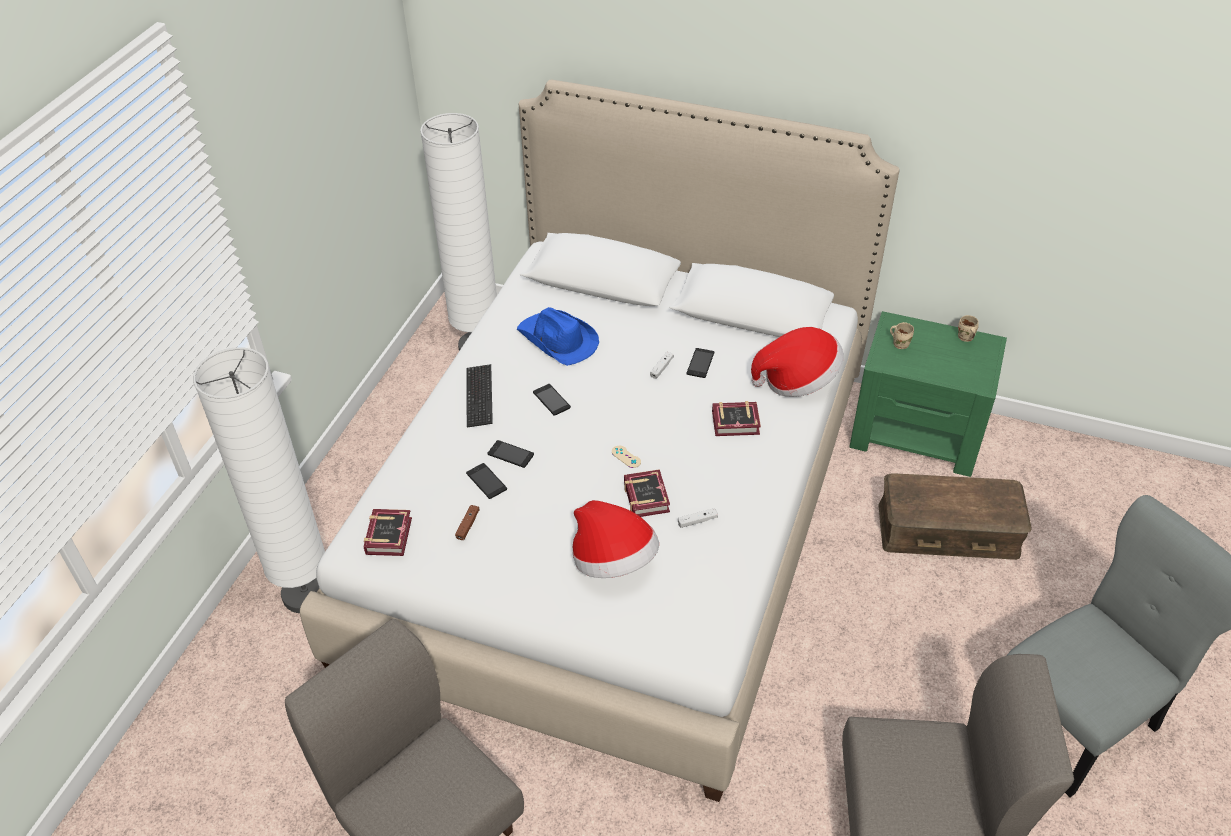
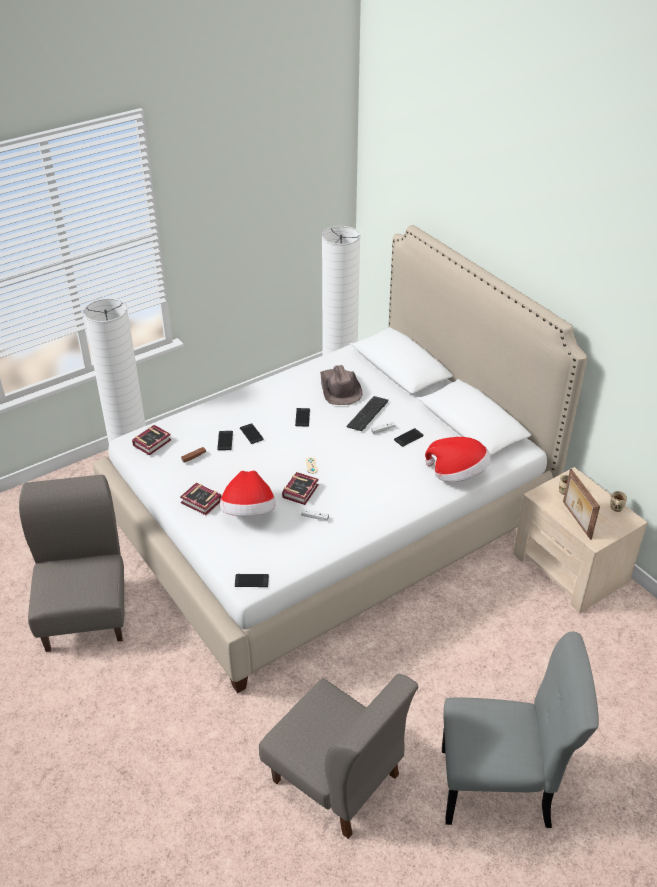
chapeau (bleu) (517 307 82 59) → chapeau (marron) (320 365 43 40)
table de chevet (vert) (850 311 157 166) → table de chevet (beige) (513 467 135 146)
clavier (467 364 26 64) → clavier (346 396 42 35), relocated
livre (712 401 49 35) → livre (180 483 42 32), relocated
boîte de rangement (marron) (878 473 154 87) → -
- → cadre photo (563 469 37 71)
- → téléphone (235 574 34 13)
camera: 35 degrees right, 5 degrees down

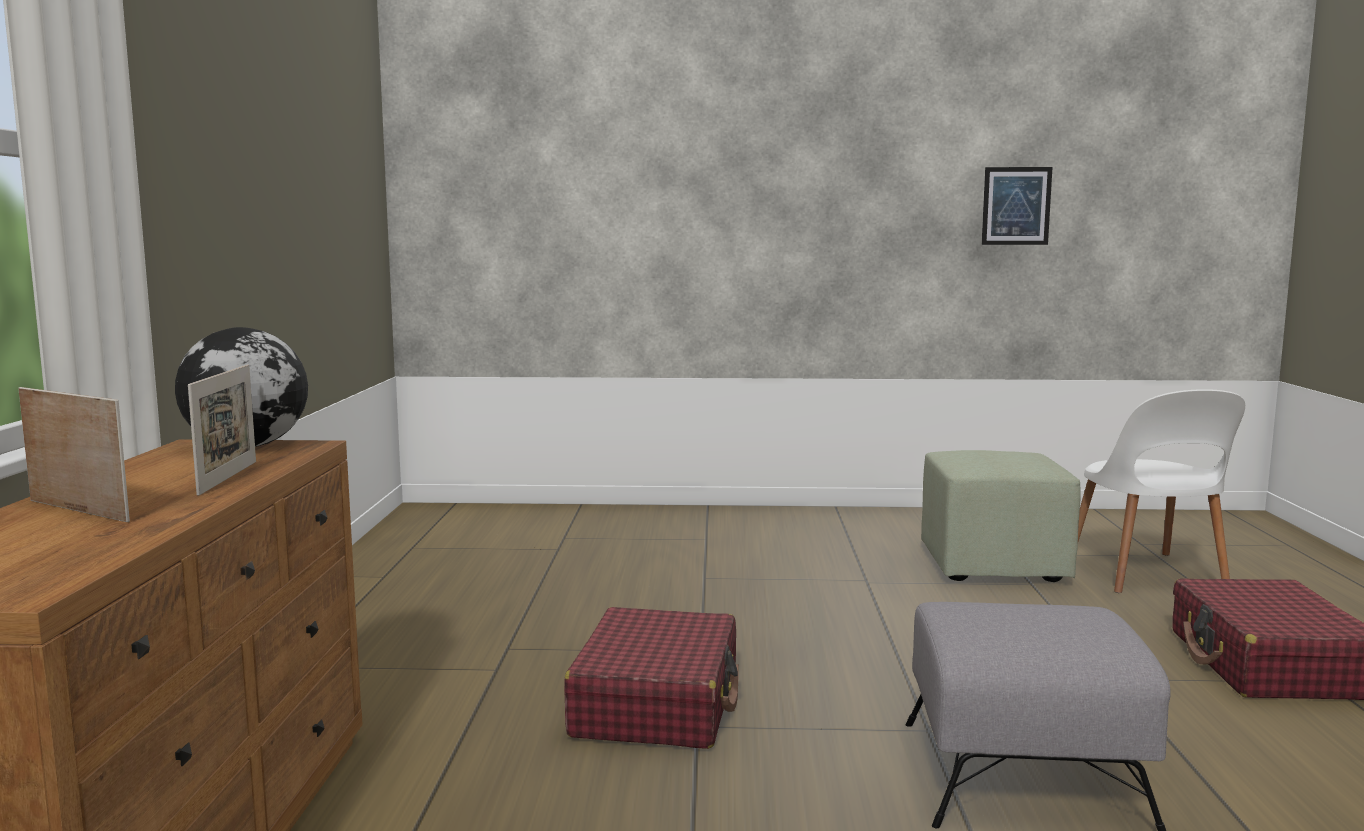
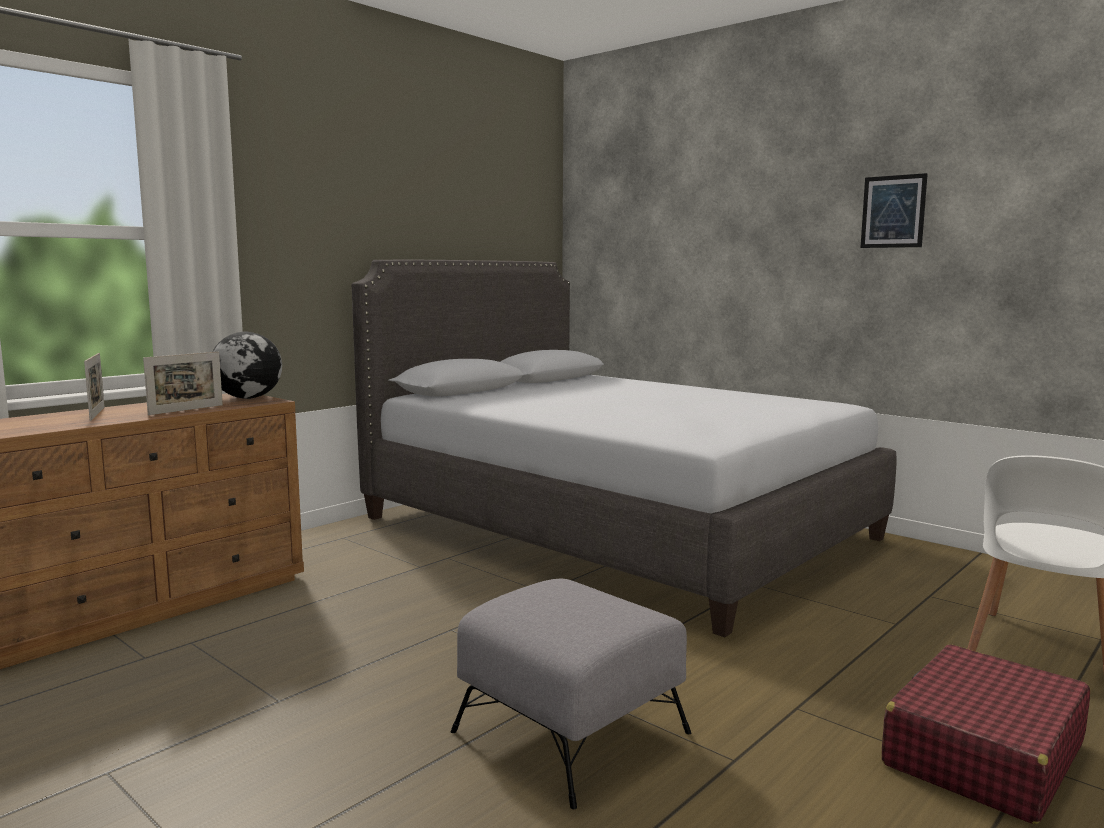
tableau (982 167 70 78) → tableau (861 173 67 75), relocated
pouf (vert) (921 450 160 132) → -
valise (rouge) (564 607 175 142) → -
- → lit (gris) (352 260 545 377)
camera: 40 degrees right, 0 degrees up

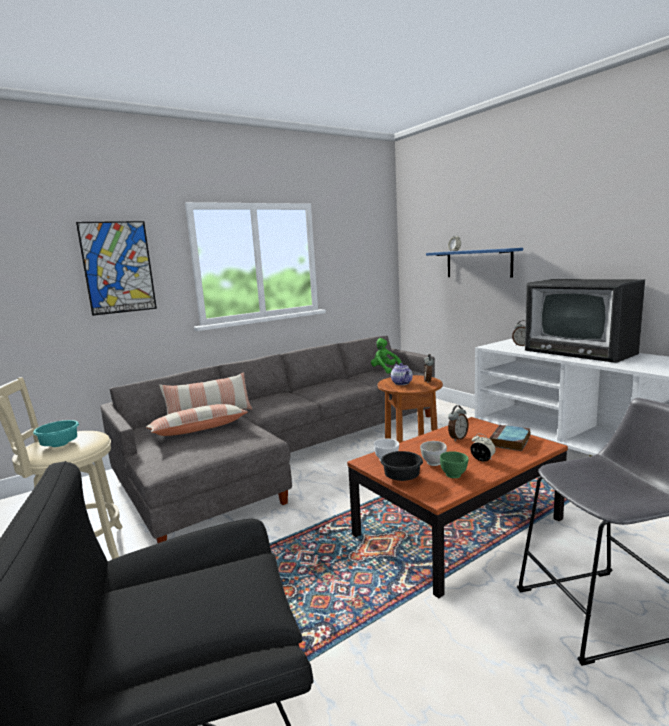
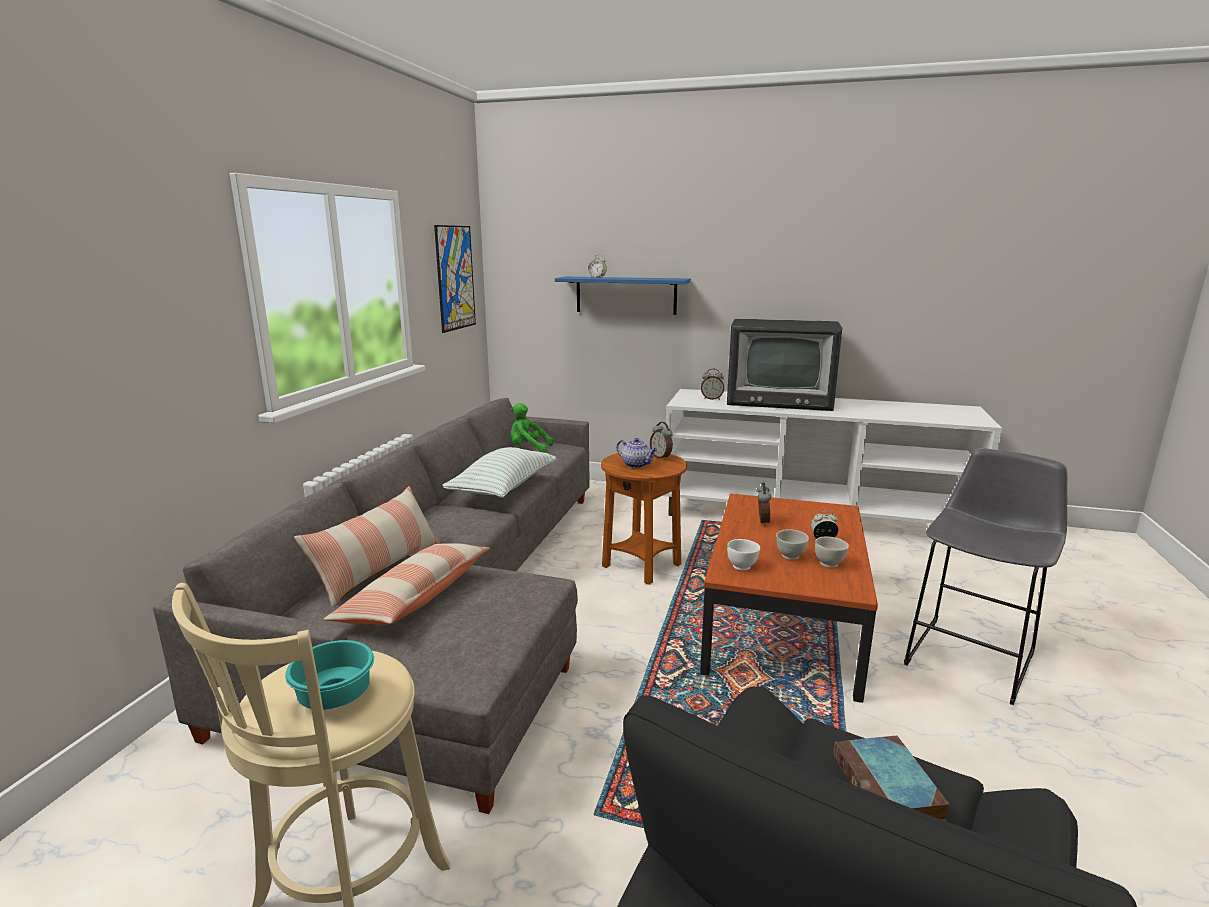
tableau (76 221 81 95) → tableau (434 225 42 108), relocated
livre (489 425 42 26) → livre (834 736 115 85), relocated
bol (noir) (381 451 42 30) → -
bol (vert) (440 451 29 27) → bol (blanc) (815 537 34 31)
- → coussin (442 447 115 51)
camera: 40 degrees left, 5 degrees up

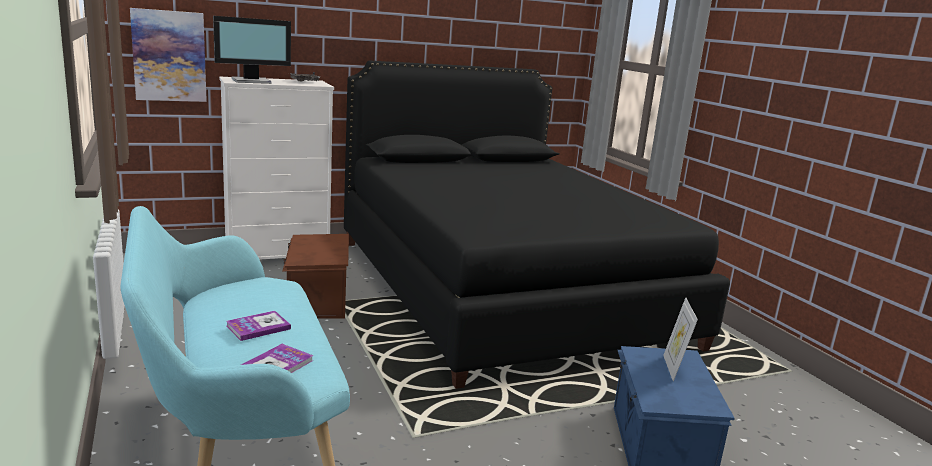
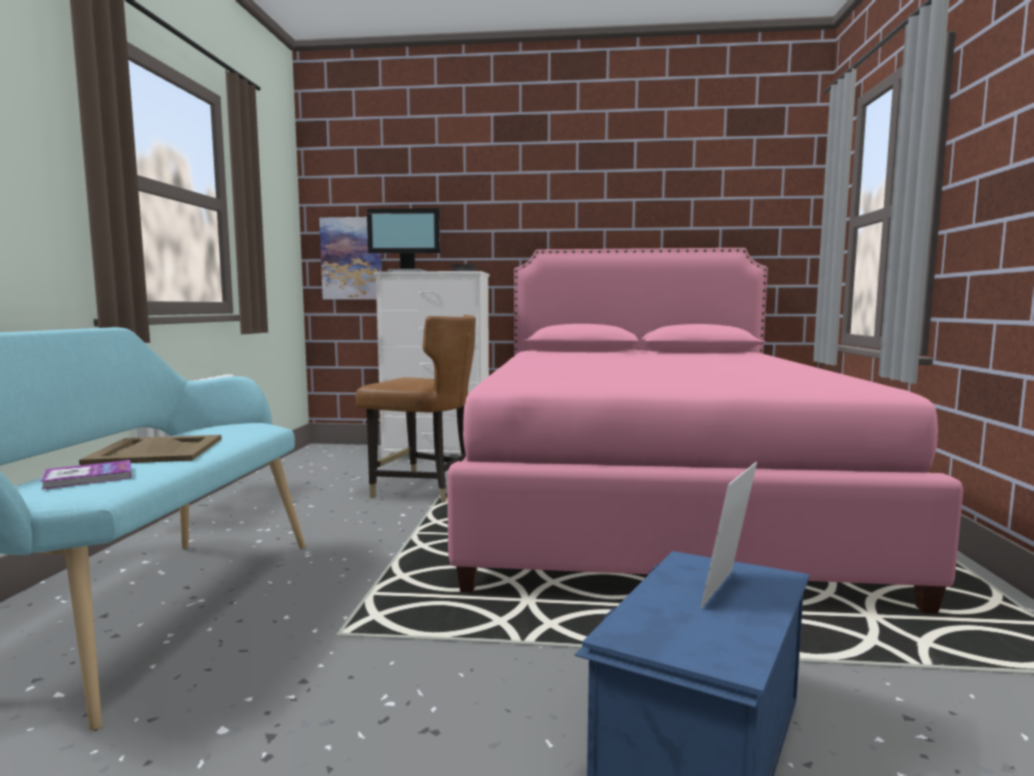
lit (noir) (344 61 386 328) → lit (rose) (447 248 516 365)
boîte de rangement (marron) (282 234 67 85) → chaise (marron) (356 315 120 187)
livre (226 311 65 30) → plateau (beige) (79 435 142 30)
camera: 30 degrees right, 10 degrees down

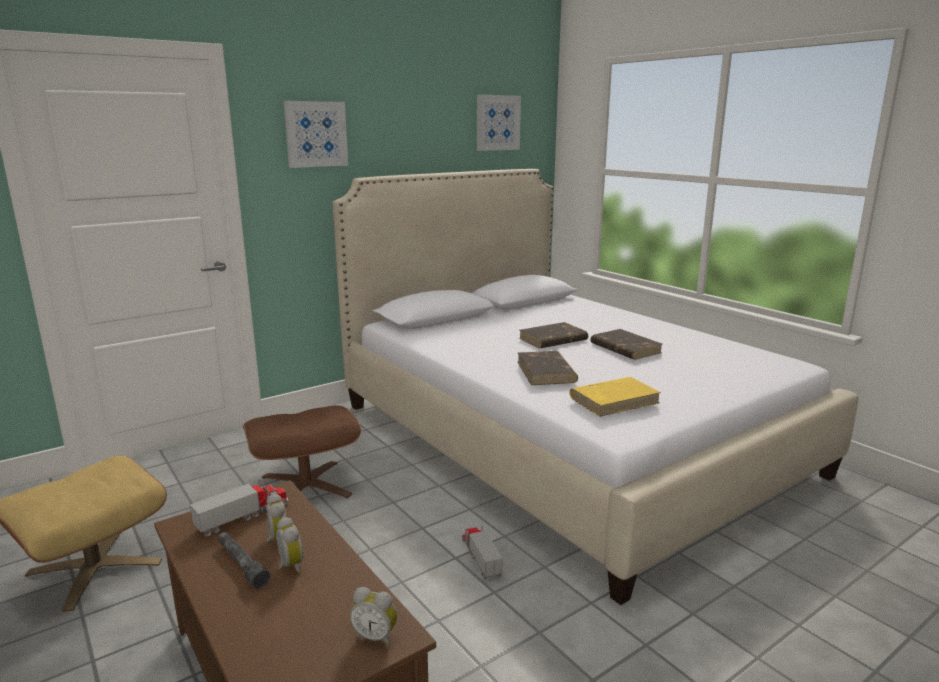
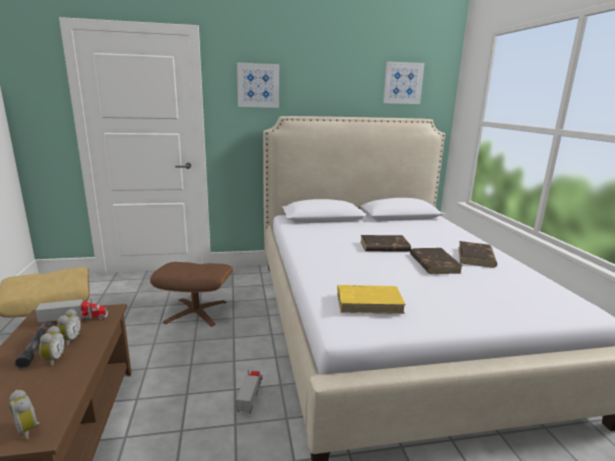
livre (marron) (518 351 60 34) → livre (marron) (458 241 39 27), relocated
camera: 25 degrees right, 0 degrees up

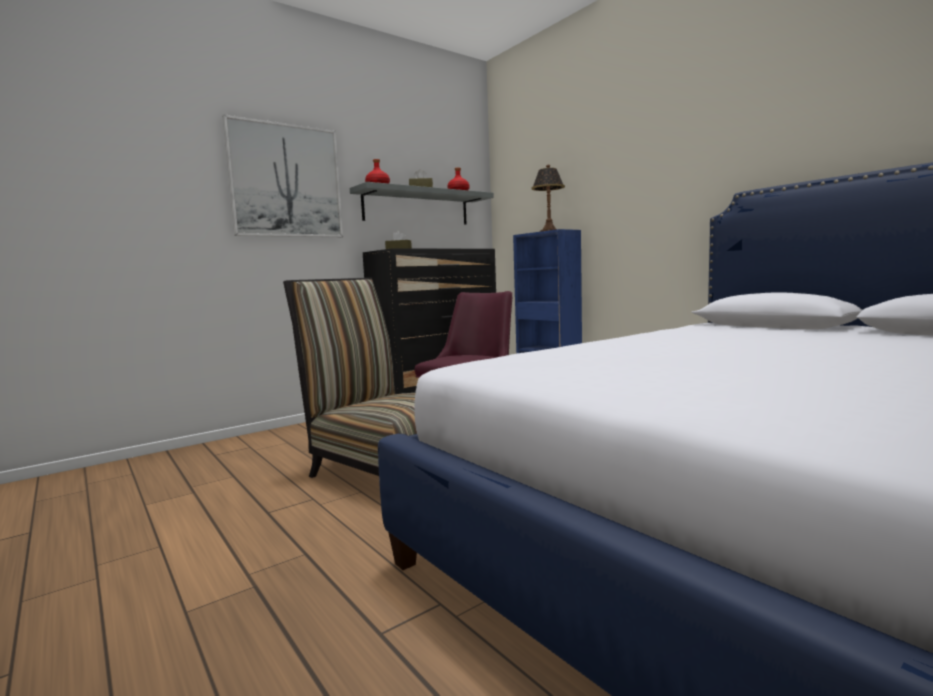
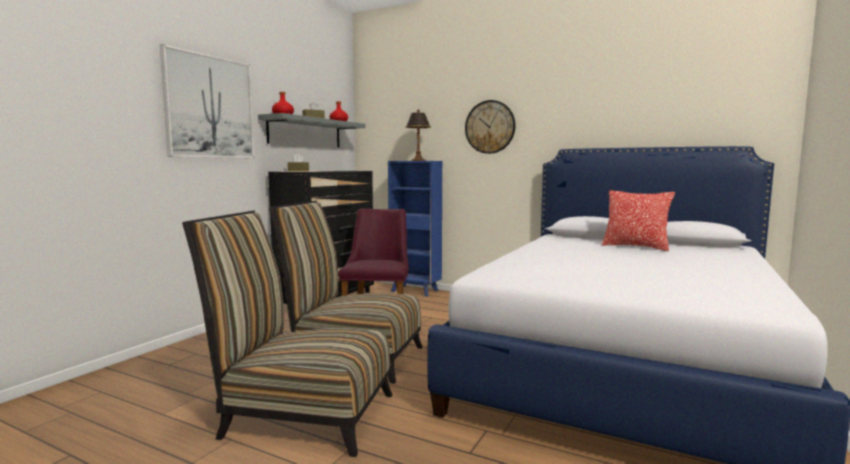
- → horloge murale (465 100 51 54)
- → coussin (602 190 73 61)
- → chaise (182 211 210 246)
camera: 25 degrees left, 0 degrees up

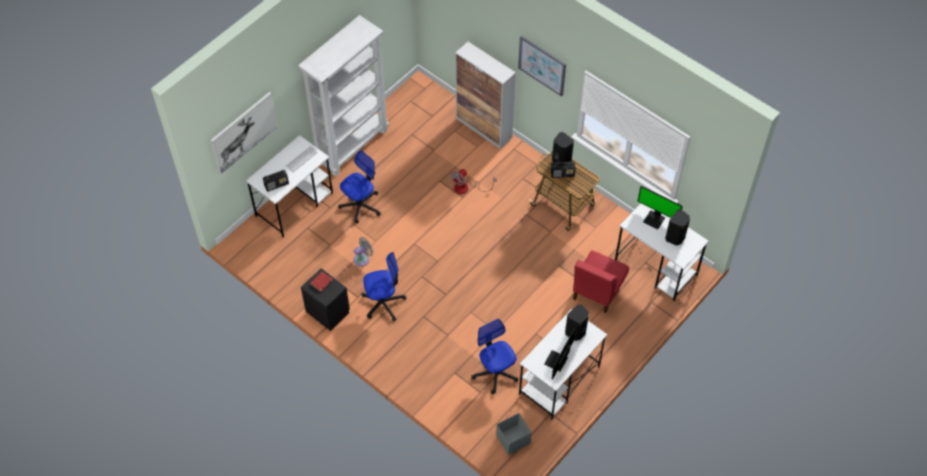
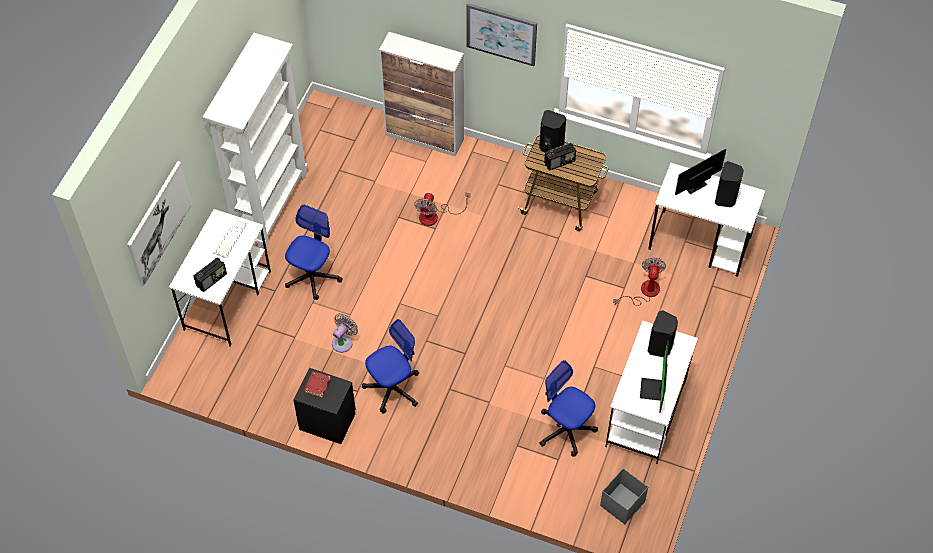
écran d'ordinateur (638 186 45 44) → écran d'ordinateur (675 149 51 46), 135 degrees clockwise
chaise (rouge) (573 250 56 63) → ventilateur (613 257 53 49)
camera: 20 degrees left, 0 degrees up

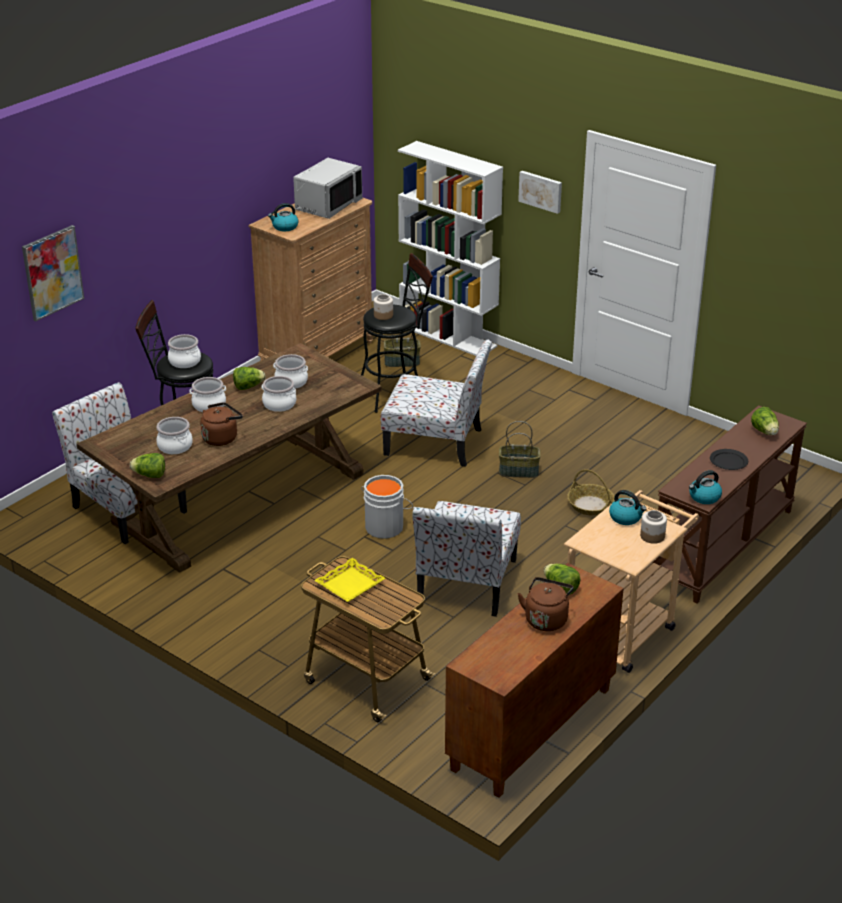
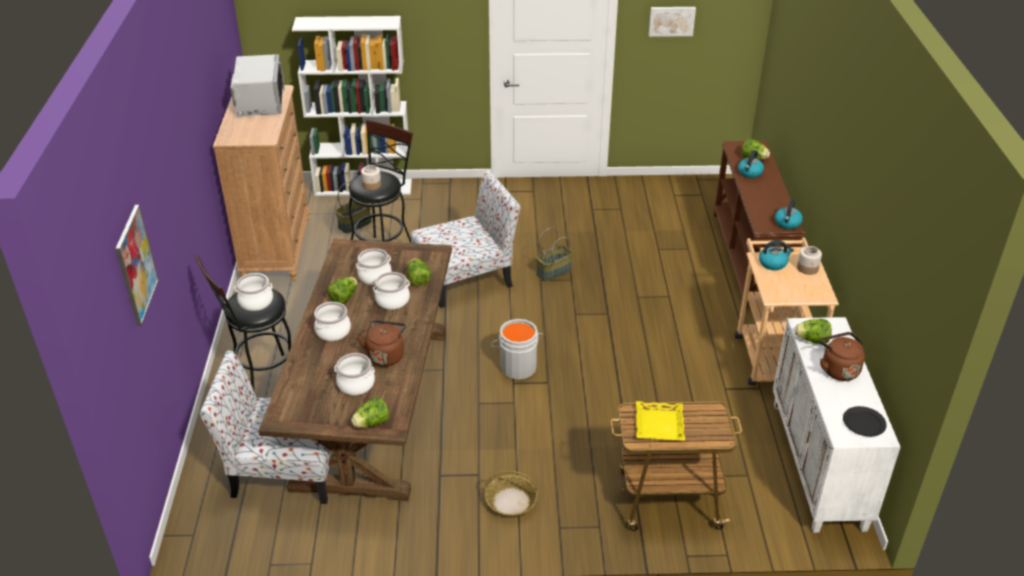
tableau (518 171 44 43) → tableau (649 7 47 30), relocated
bouilloire (268 203 30 28) → bouilloire (738 150 26 28), relocated
assiette (noir) (710 449 38 21) → assiette (noir) (843 406 44 31), relocated
panier (567 469 48 47) → panier (485 471 53 47), relocated
chaise (412 501 109 116) → -
meuble de rangement (marron) (445 563 179 235) → meuble de rangement (blanc) (773 317 128 216)
- → laitue (407 258 24 28)
camera: 40 degrees left, 5 degrees up

